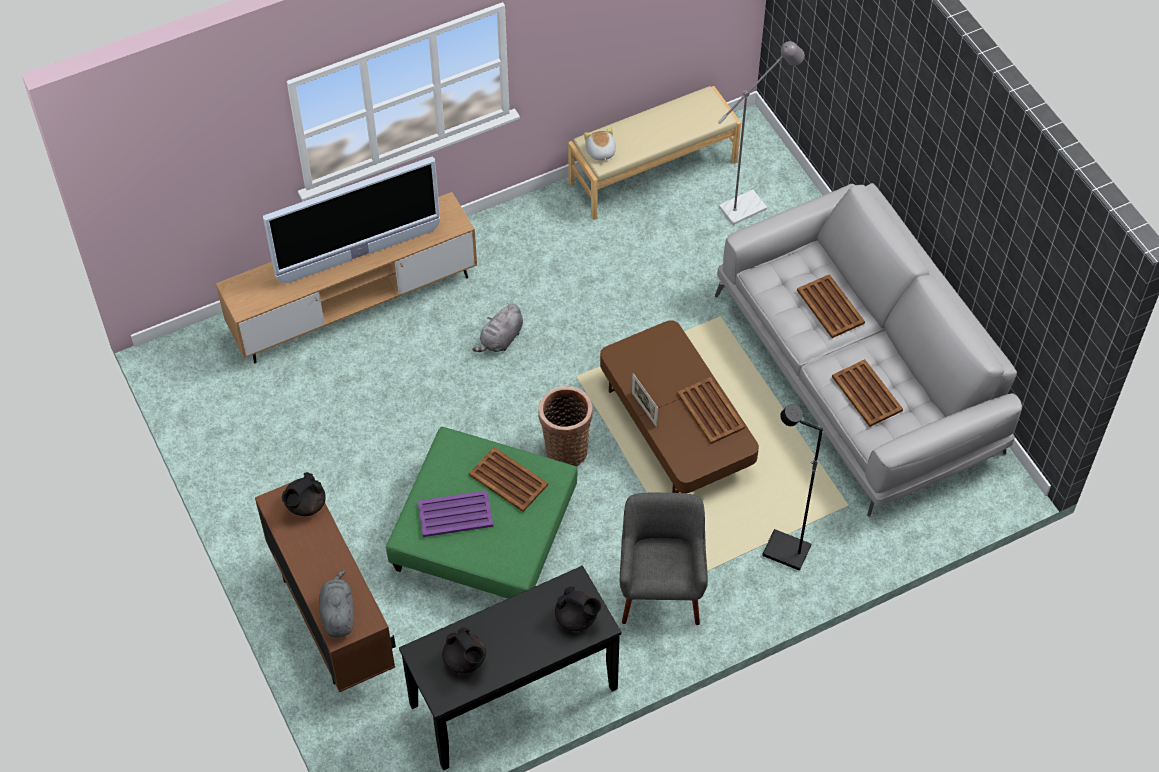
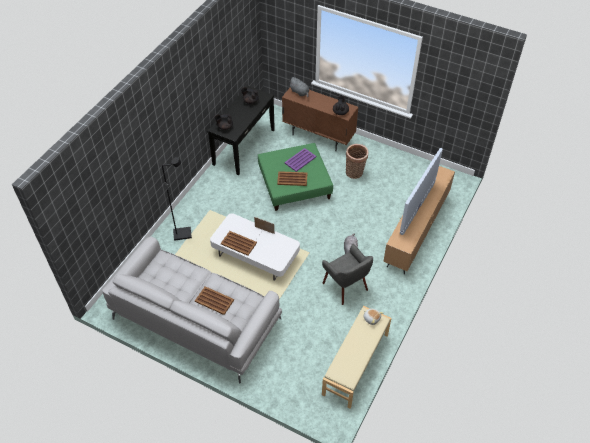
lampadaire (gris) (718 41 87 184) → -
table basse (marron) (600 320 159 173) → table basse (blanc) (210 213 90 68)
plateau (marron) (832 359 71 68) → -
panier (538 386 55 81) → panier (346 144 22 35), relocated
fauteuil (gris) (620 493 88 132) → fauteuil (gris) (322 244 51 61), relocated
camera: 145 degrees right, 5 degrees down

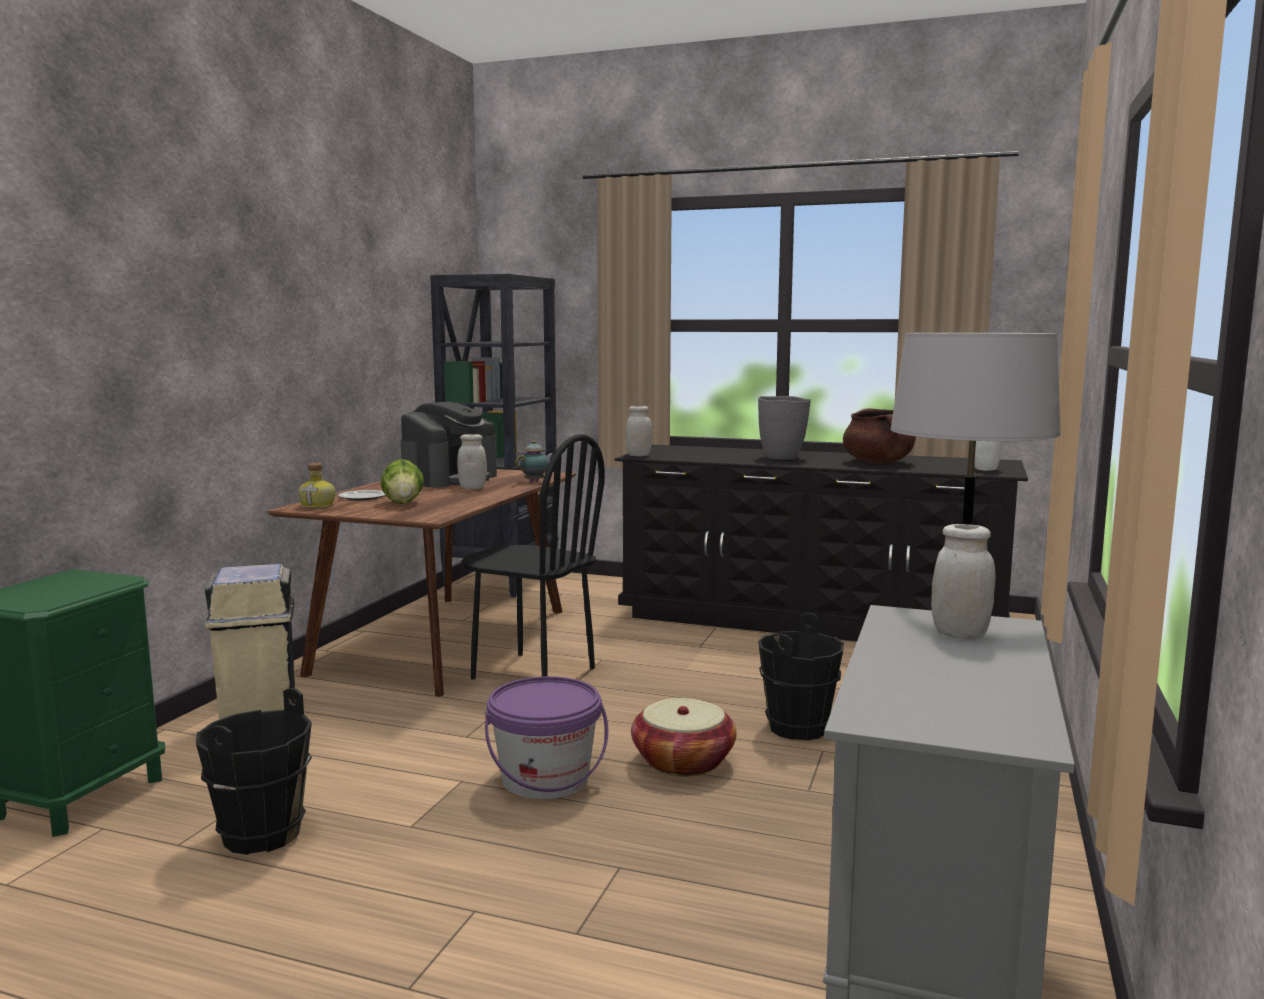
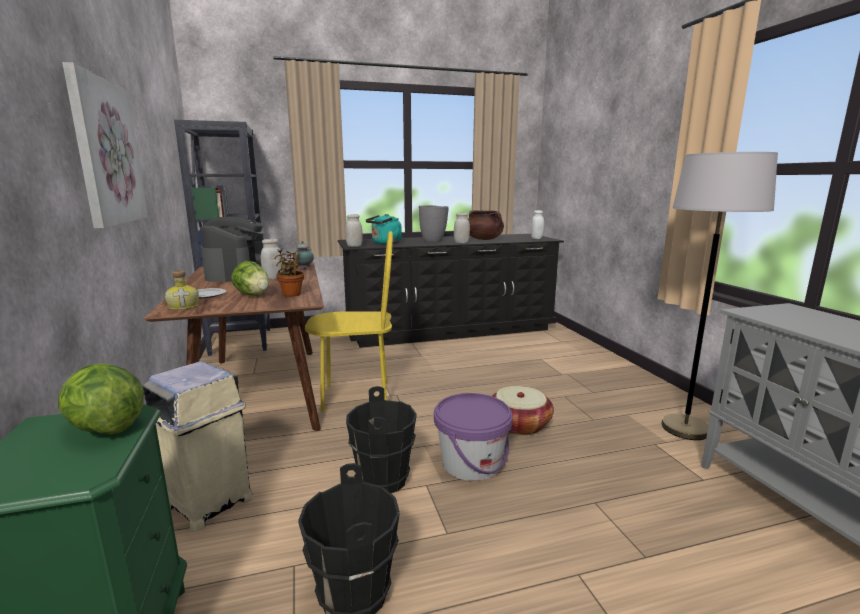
chaise (noir) (462 434 143 245) → chaise (jaune) (305 231 88 181)
bocal (blanc) (931 524 65 115) → bocal (blanc) (454 213 16 30), relocated
seau (noir) (758 613 86 127) → seau (noir) (346 386 71 107), relocated
- → tableau (62 62 86 167)
- → bouilloire (turquoise) (366 214 36 30)
- → plante en pot (275 248 29 49)
- → laitue (58 363 86 72)
camera: 35 degrees left, 5 degrees up

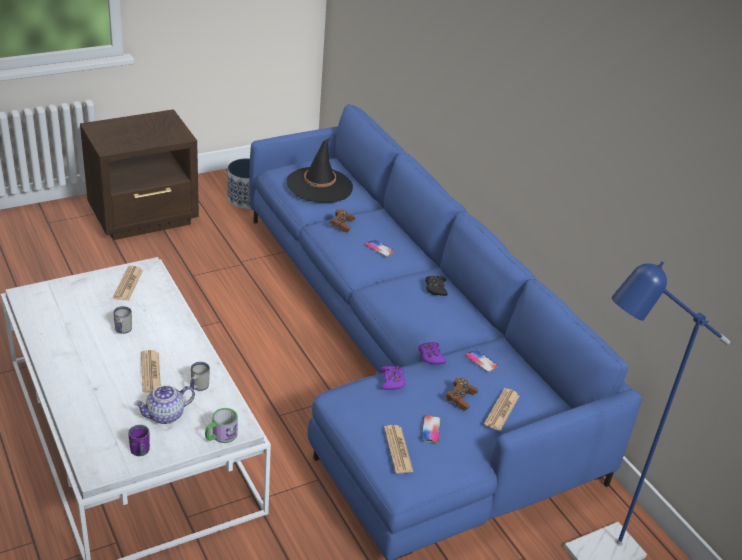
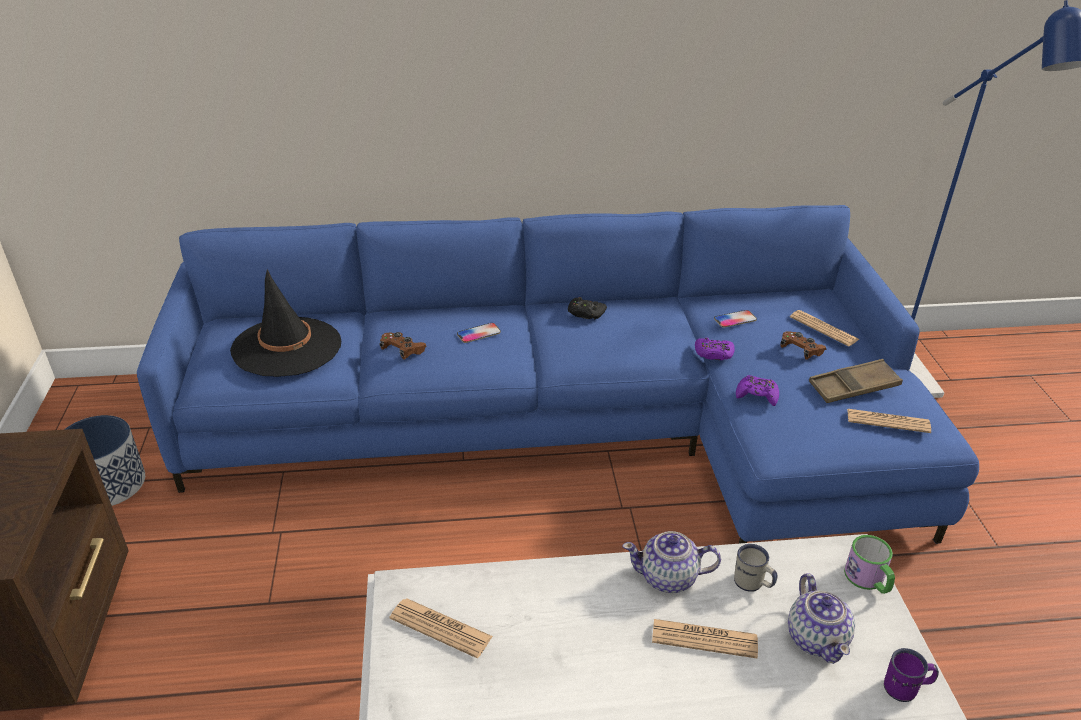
mug (blanc) (113 306 19 28) → -
téléphone (421 415 20 28) → plateau (marron) (809 359 94 44)
- → théière (622 531 99 62)
camera: 65 degrees left, 0 degrees up

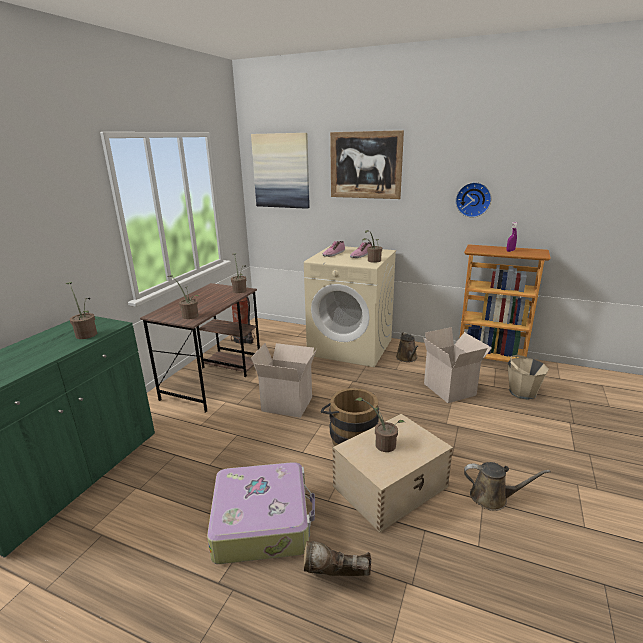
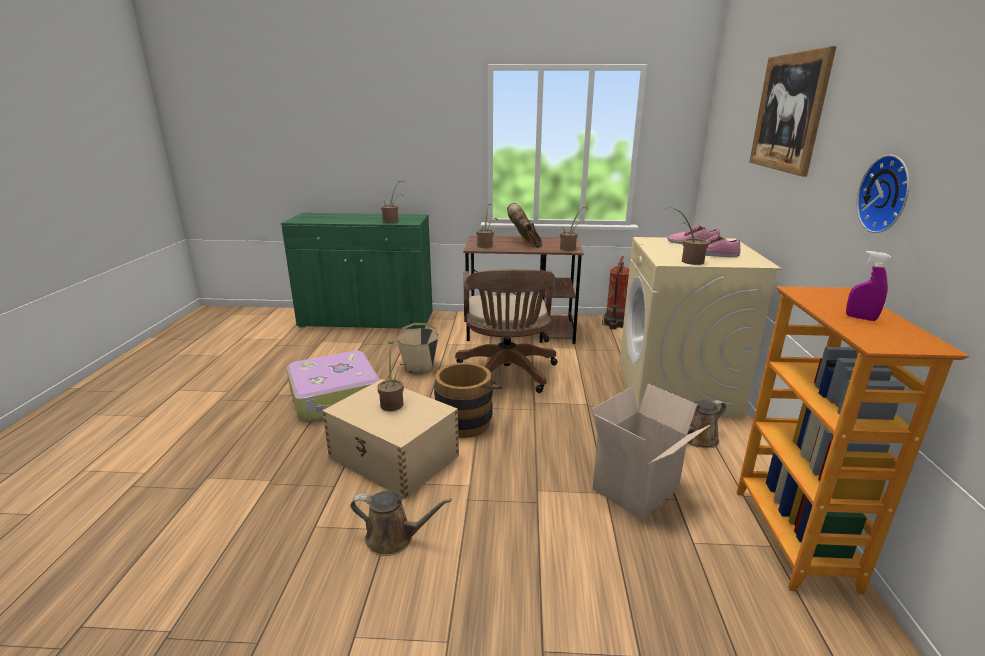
tableau (251 133 59 76) → -
carton (251 343 66 75) → chaise de bureau (marron) (455 269 103 124)
seau (beige) (507 354 42 46) → seau (beige) (396 323 43 51), relocated
arrosoir (marron) (464 462 87 49) → arrosoir (marron) (351 491 101 65), 75 degrees counterclockwise
botte (marron) (303 541 68 35) → botte (marron) (507 203 35 45), relocated
camera: 70 degrees right, 0 degrees up

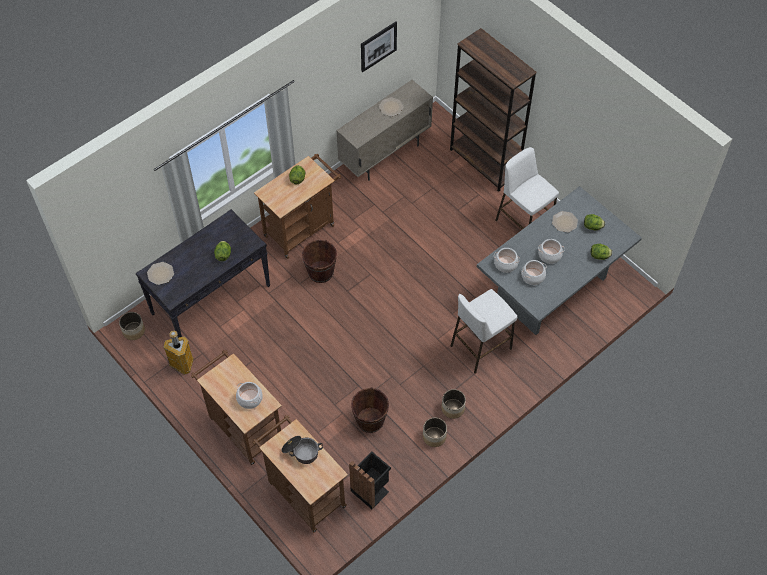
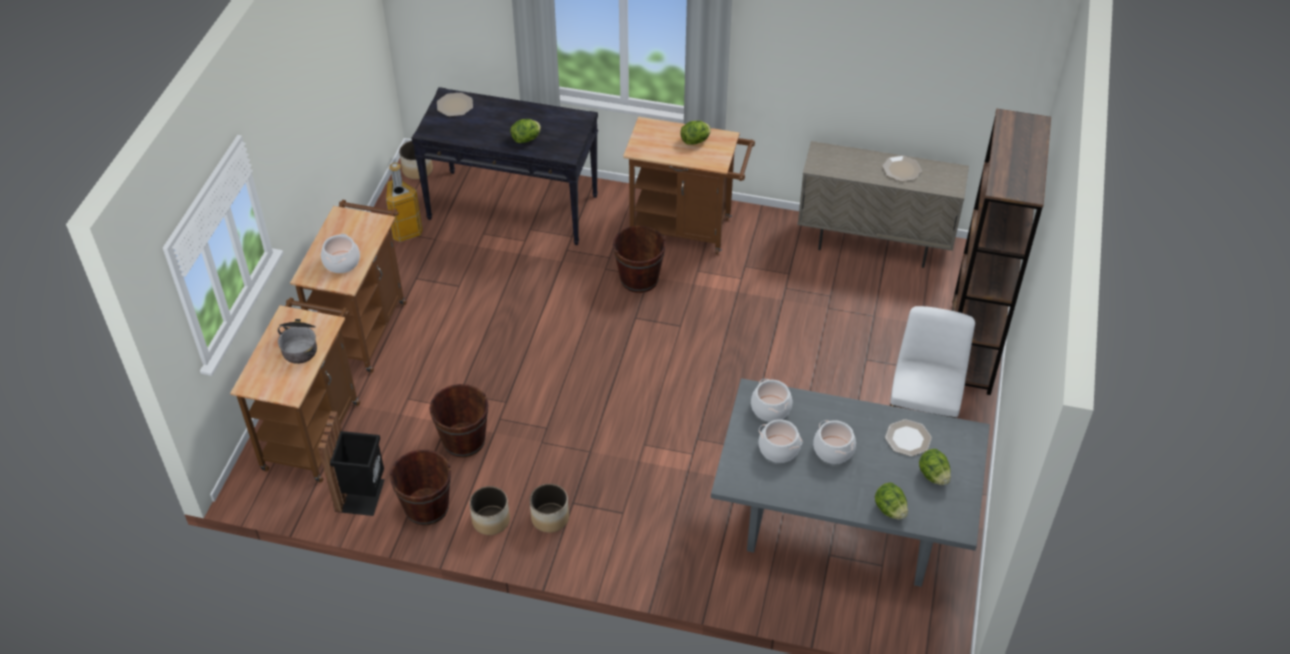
tableau (361 22 36 51) → -
tabouret (blanc) (451 289 66 85) → -
- → seau (marron) (390 450 61 75)
camera: 55 degrees right, 10 degrees down

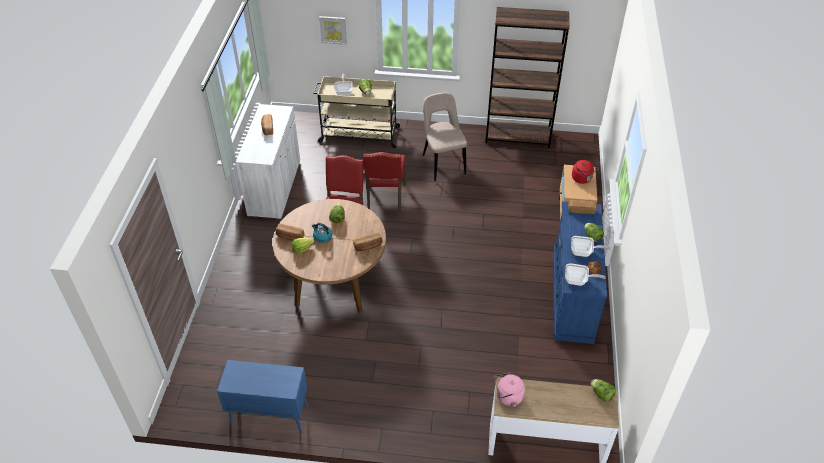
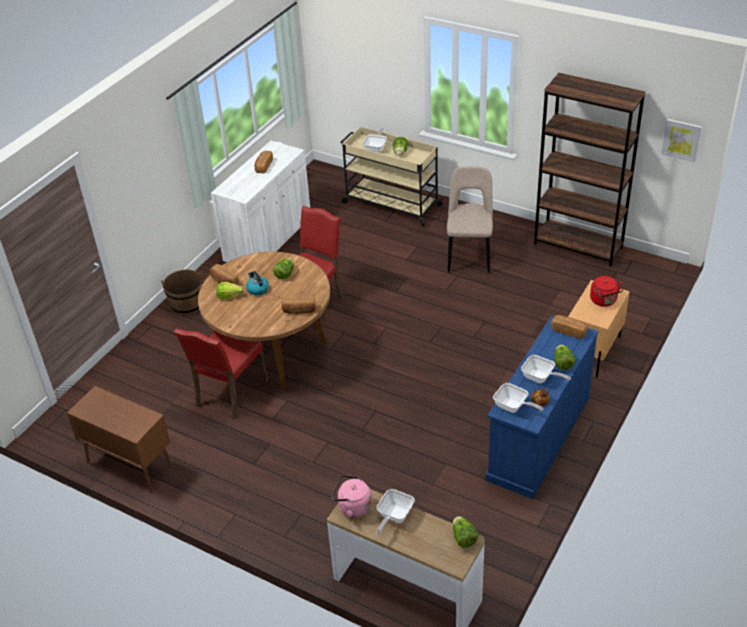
tableau (319 16 28 29) → tableau (661 119 41 43), relocated
chaise (rouge) (363 152 43 62) → chaise (rouge) (174 328 94 91), relocated
meuble de rangement (bleu) (217 360 91 74) → meuble de rangement (marron) (67 386 107 107)
- → seau (marron) (161 269 42 46)
- → poêle (376 489 39 45)
camera: 25 degrees right, 5 degrees down

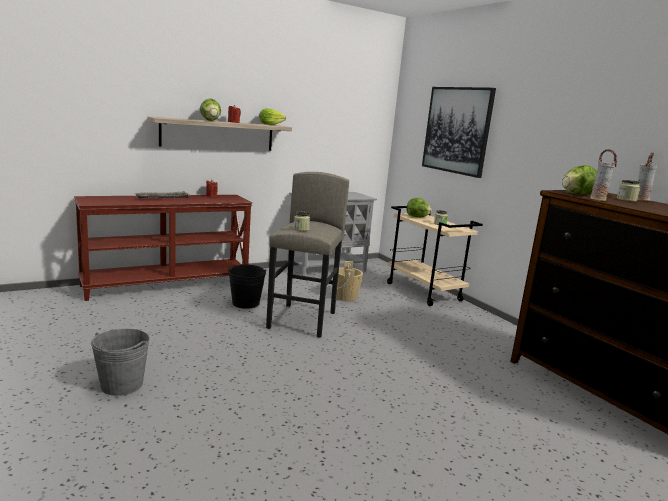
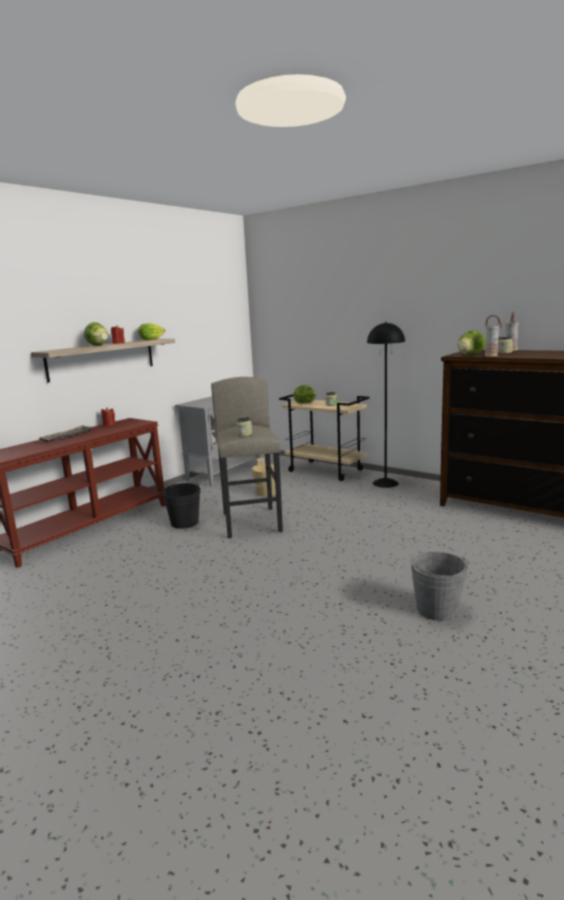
tableau (422 87 74 91) → -
seau (gris) (91 329 59 67) → seau (gris) (410 552 58 69), relocated
- → lampadaire (noir) (367 322 38 166)
camera: 20 degrees left, 0 degrees up

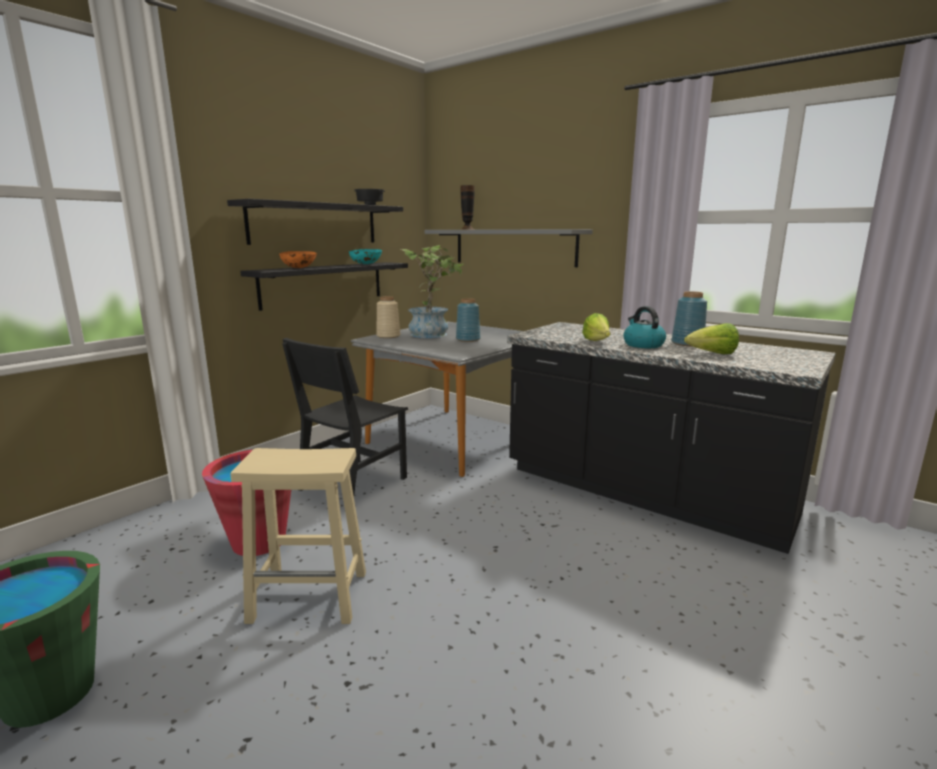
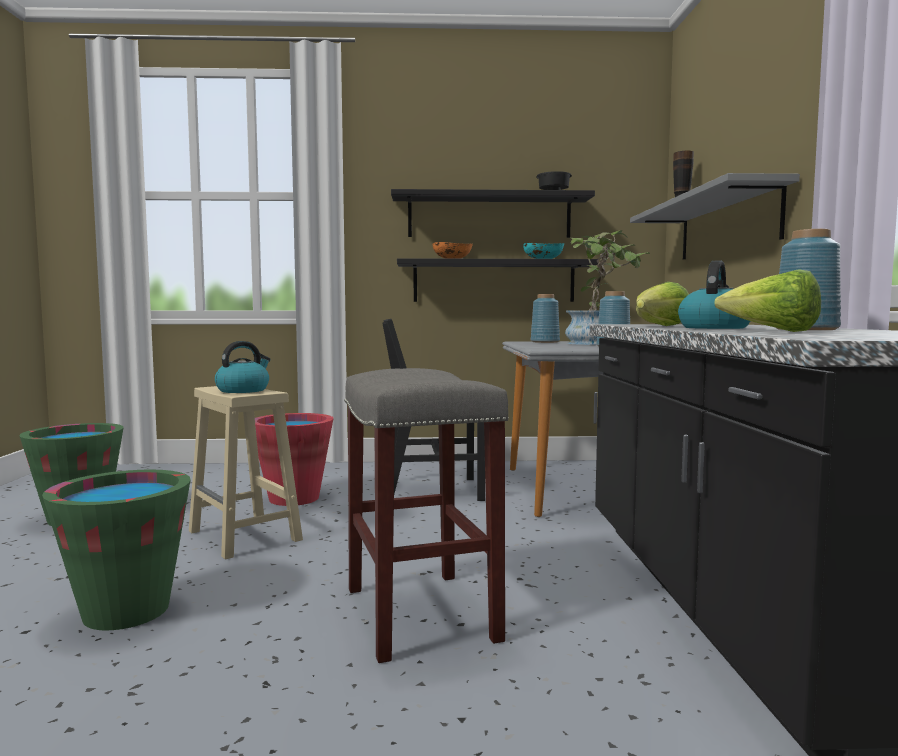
vase (beige) (376 296 25 42) → vase (bleu) (531 294 29 49)
- → bouilloire (215 341 55 52)
- → tabouret (gris) (344 368 165 295)
- → seau (vert) (42 470 149 161)
camera: 50 degrees right, 10 degrees down

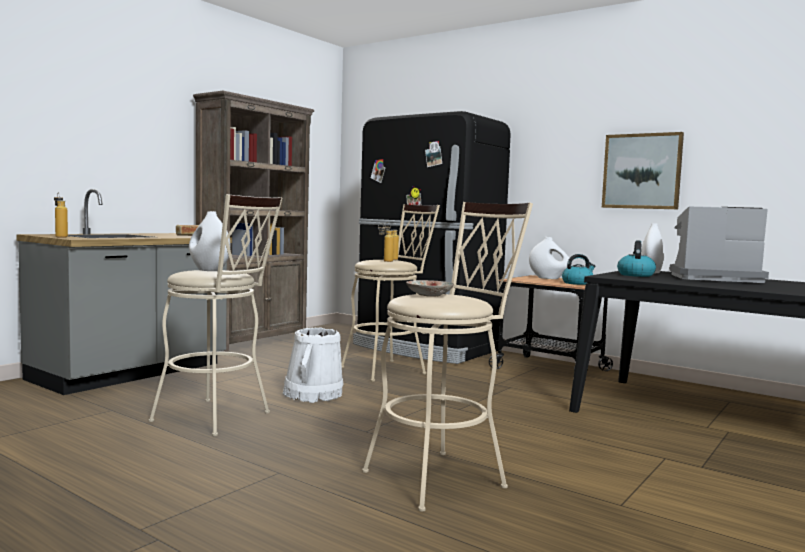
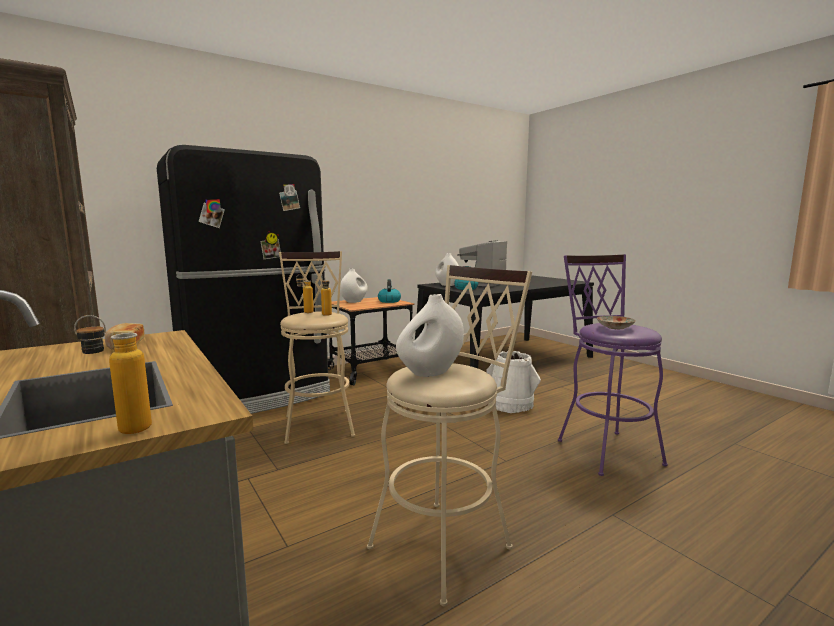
tableau (602 132 82 77) → -
tabouret (beige) (362 202 171 310) → tabouret (violet) (558 254 110 222)
seau (blanc) (283 327 60 76) → seau (blanc) (486 351 55 62), relocated
camera: 70 degrees left, 5 degrees up

